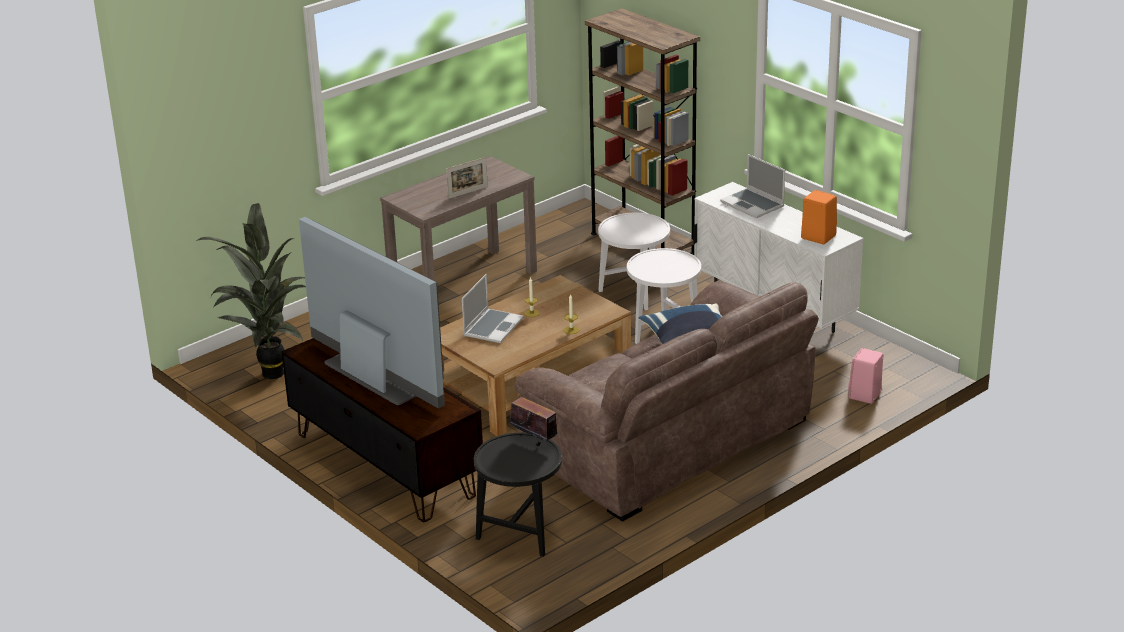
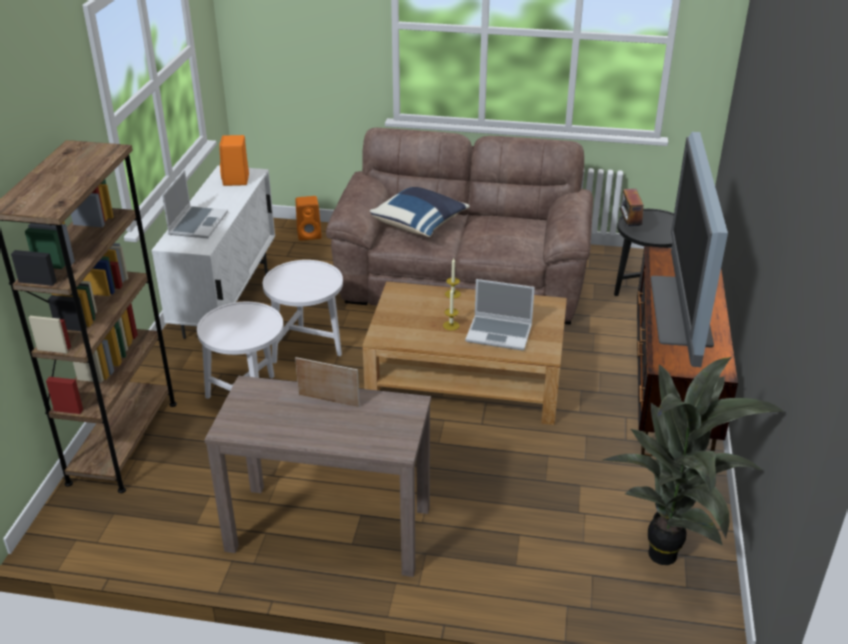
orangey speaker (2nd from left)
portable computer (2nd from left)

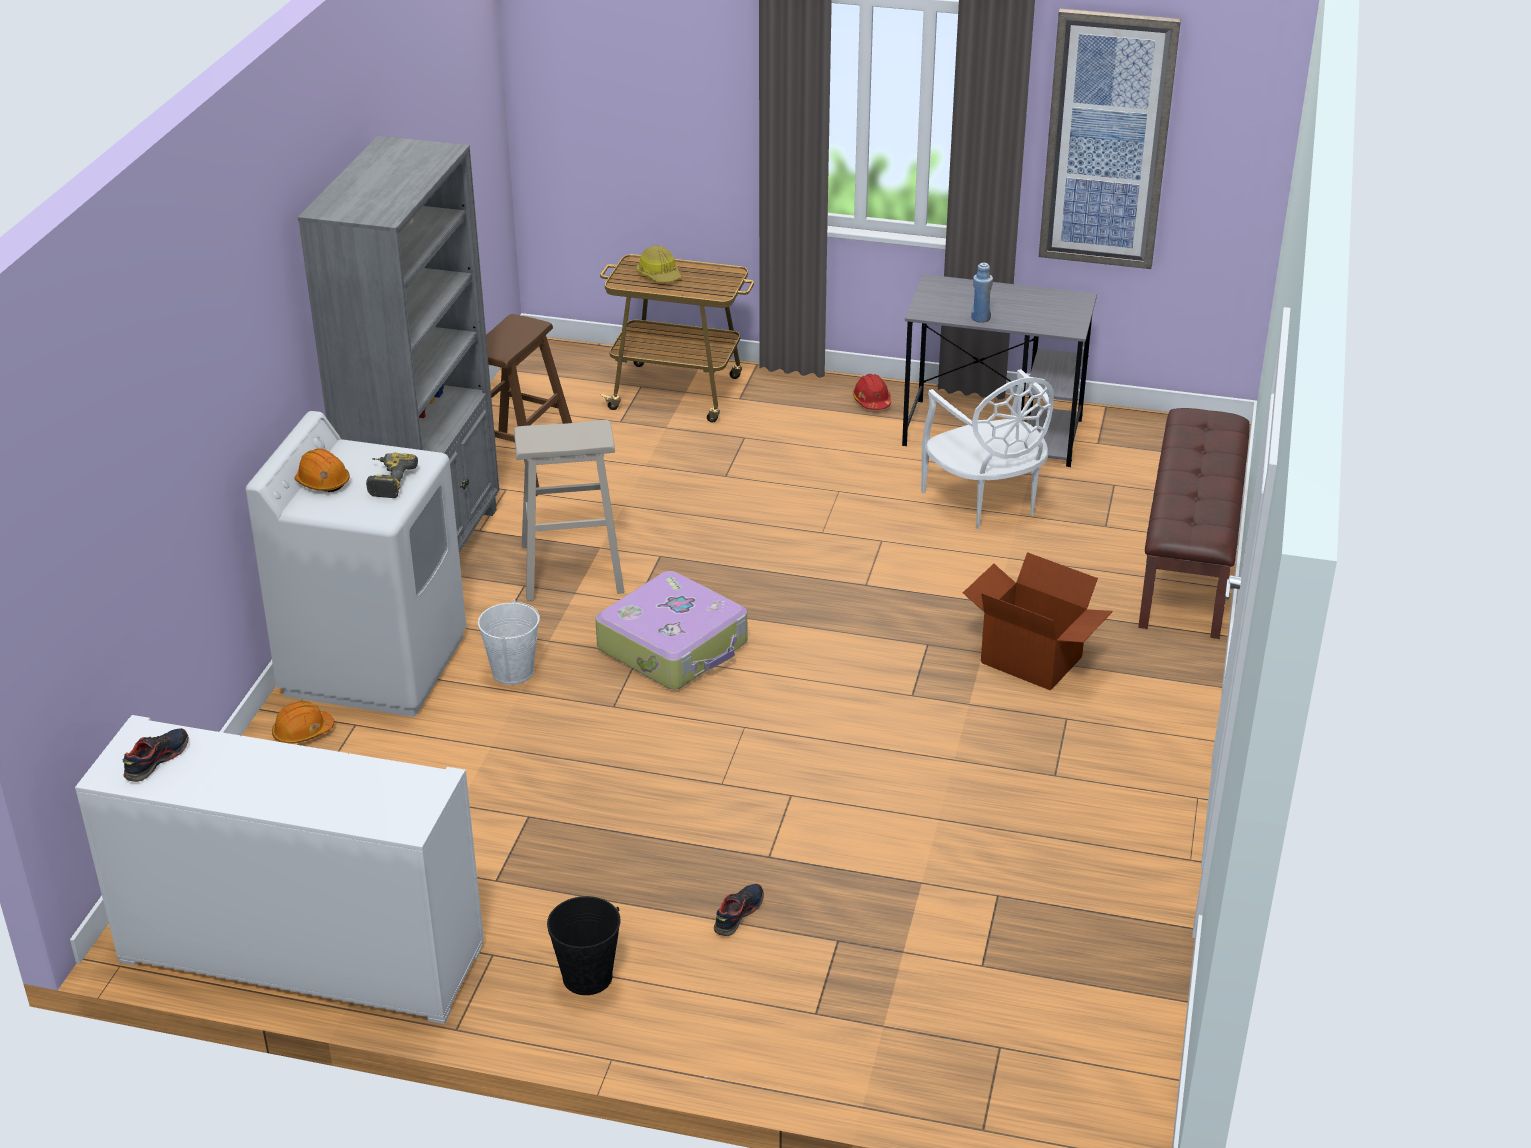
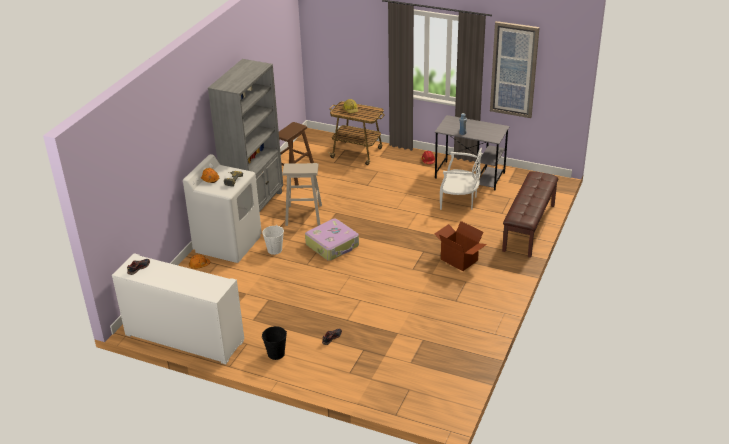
white-coloured upright chair

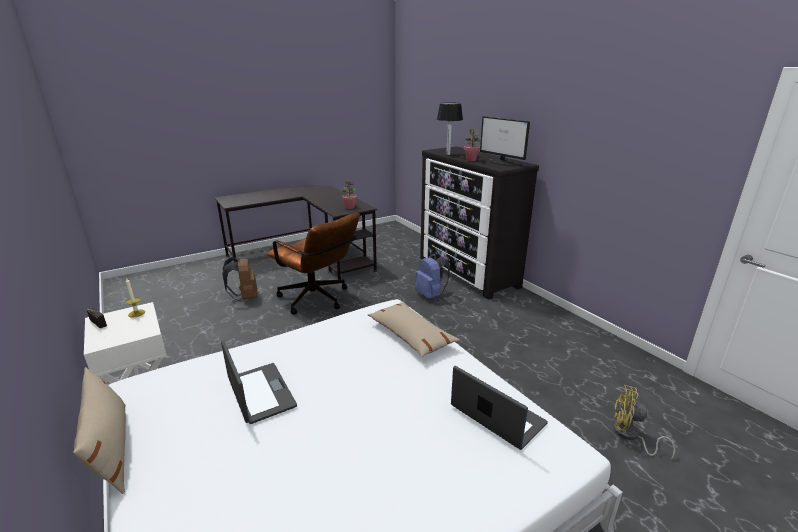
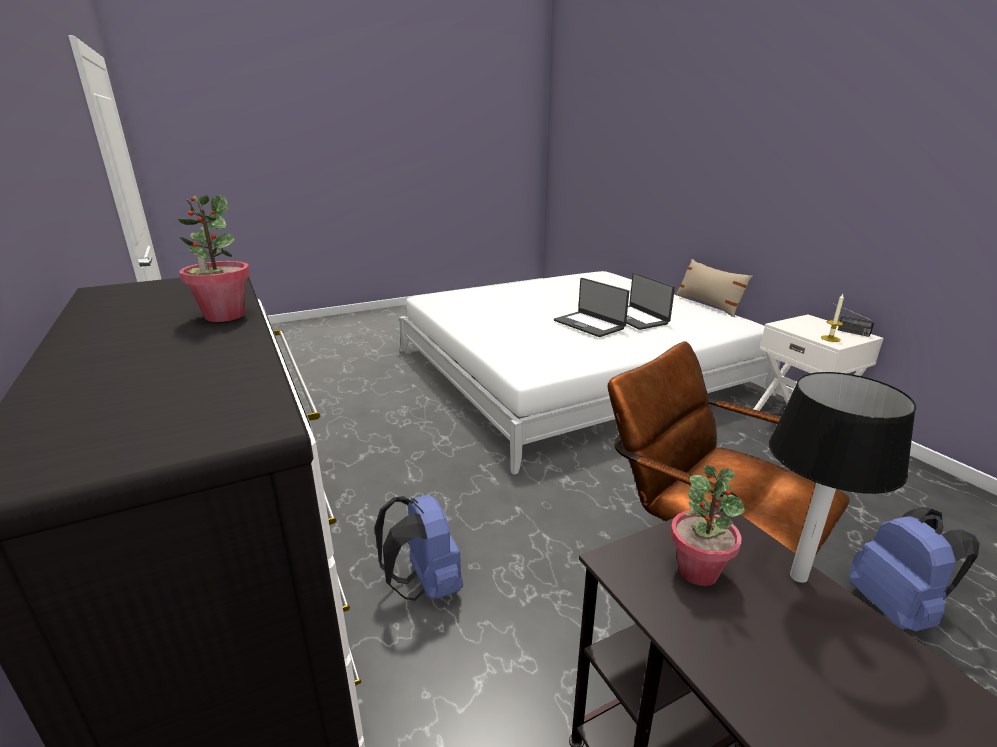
portable computer (1st from left)
lamp for a table
blue-coloured knapsack (2nd from left)
beige-coloured pillow (2nd from left in the first image)
monitor
yellowish fan

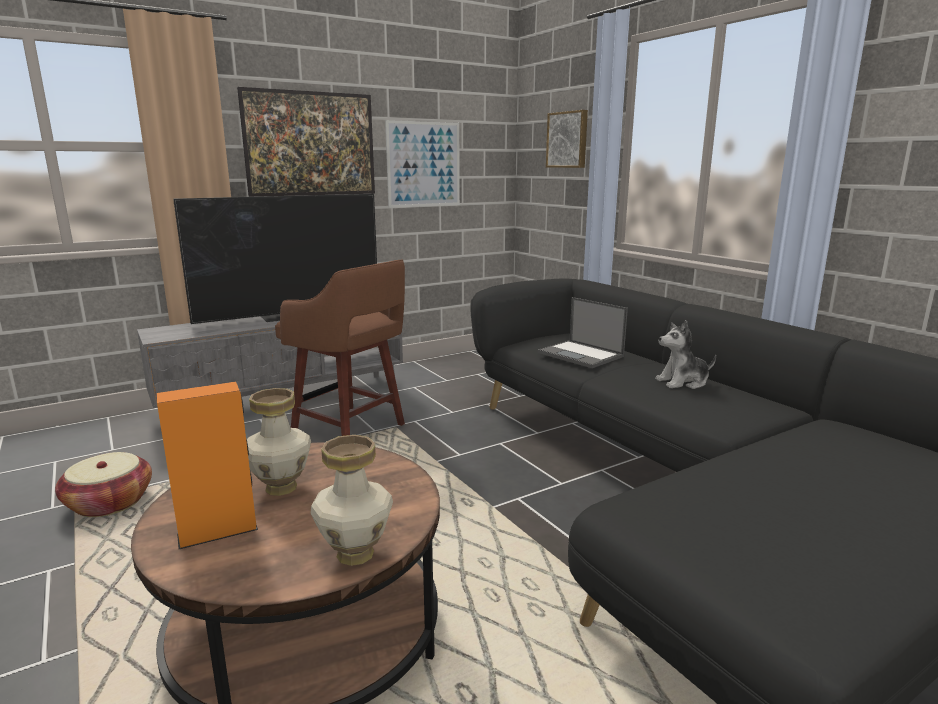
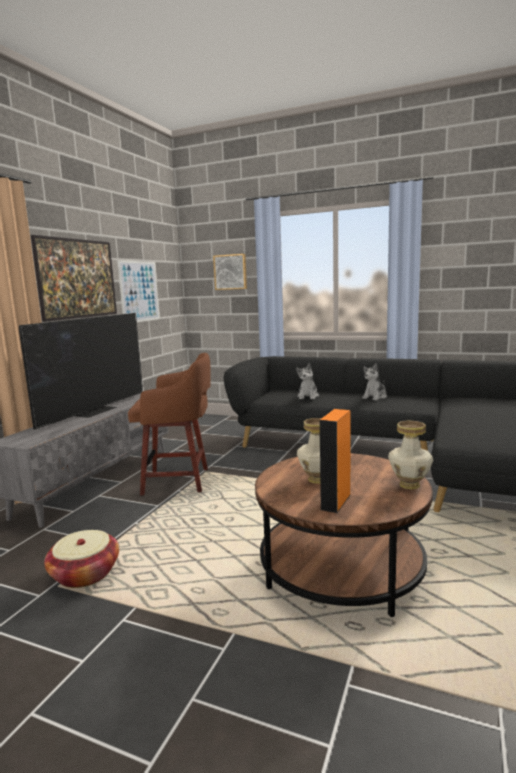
soft toy (1st from left)

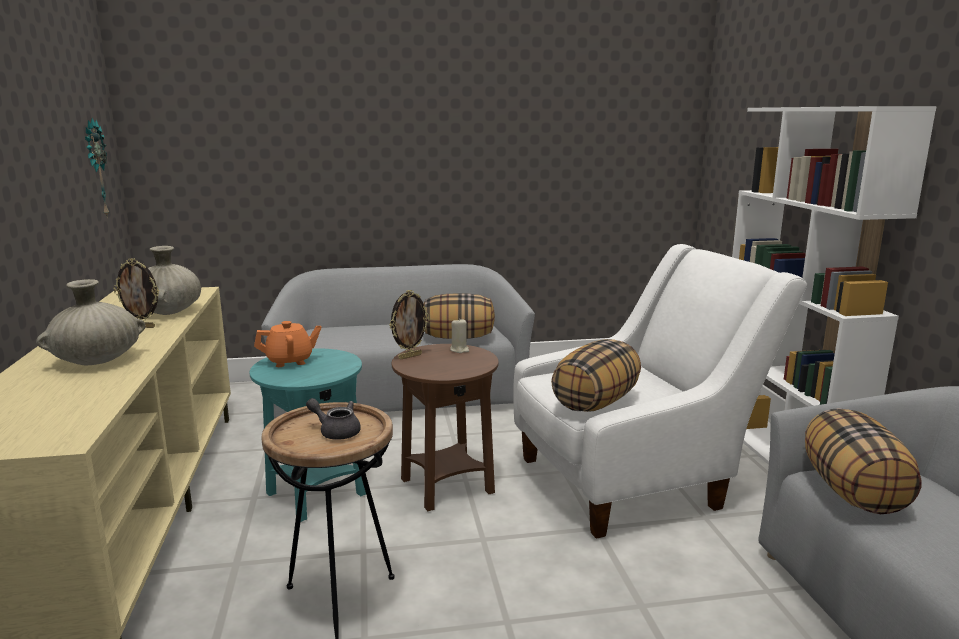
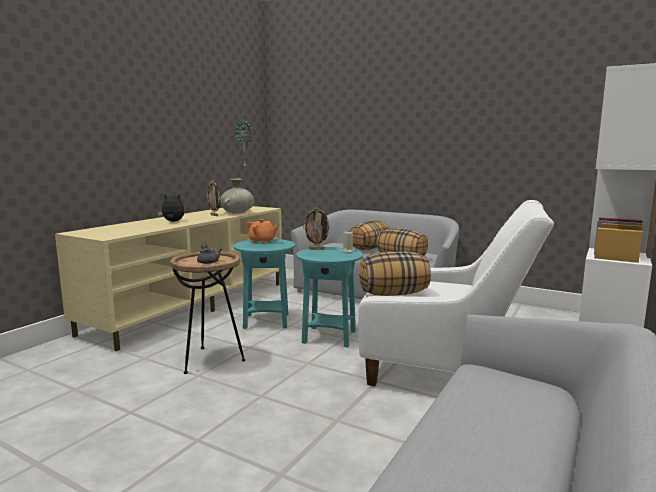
soft toy
blue-green end table (2nd from left)
pillow (1st from left)

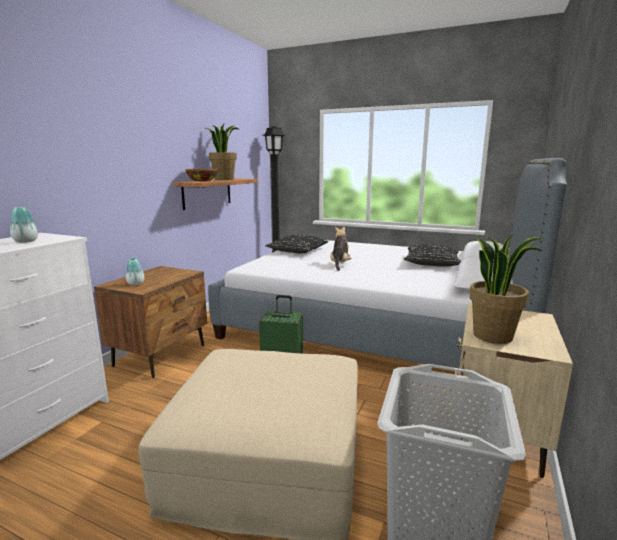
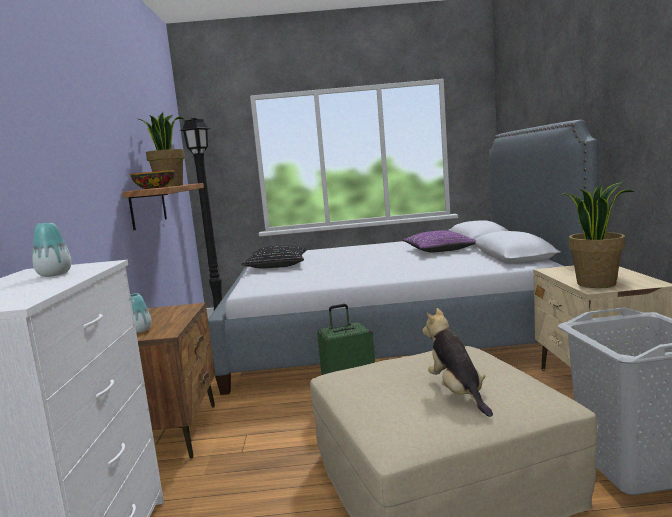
purple-coloured pillow
soft toy

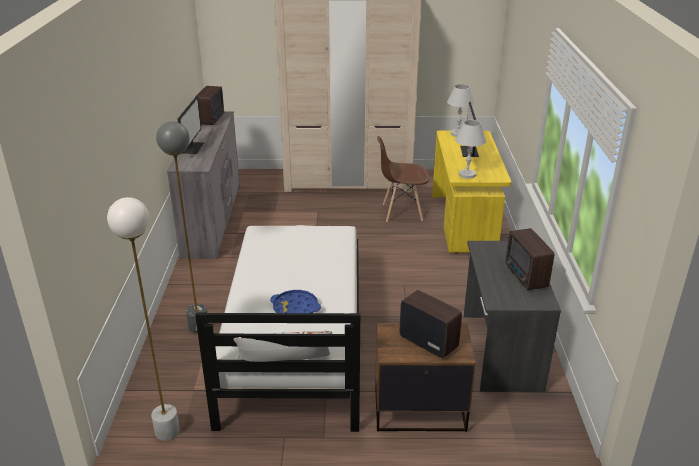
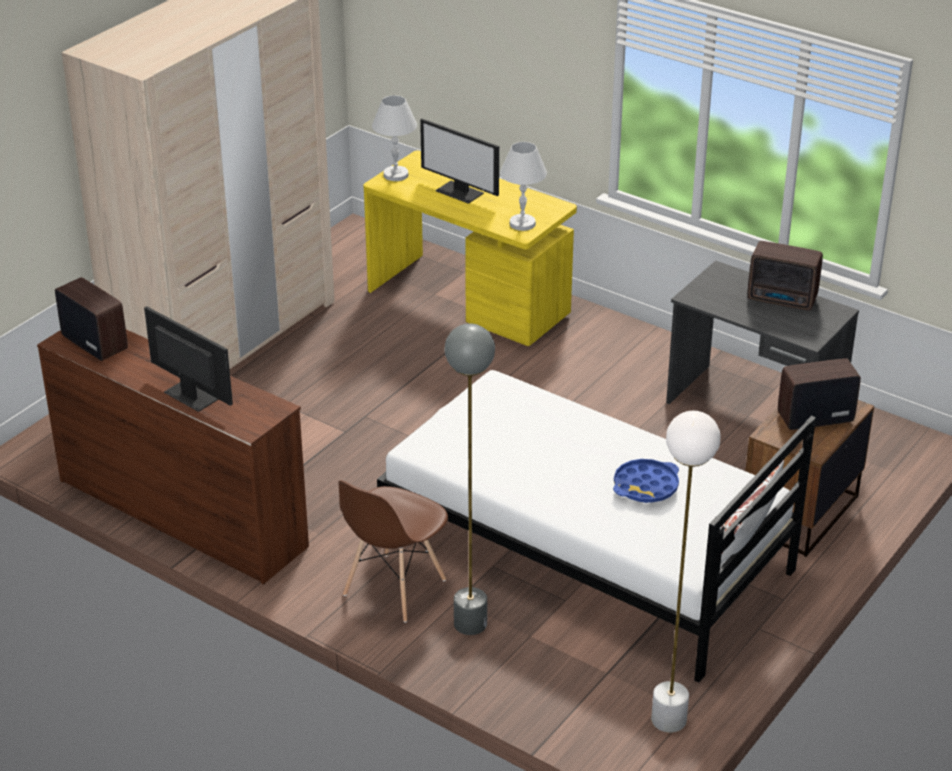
brown-coloured chest of drawers
brown-coloured upright chair

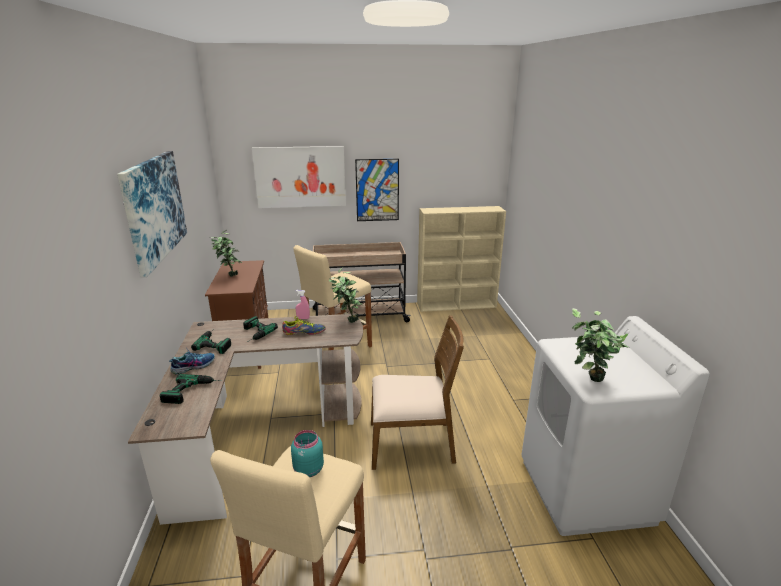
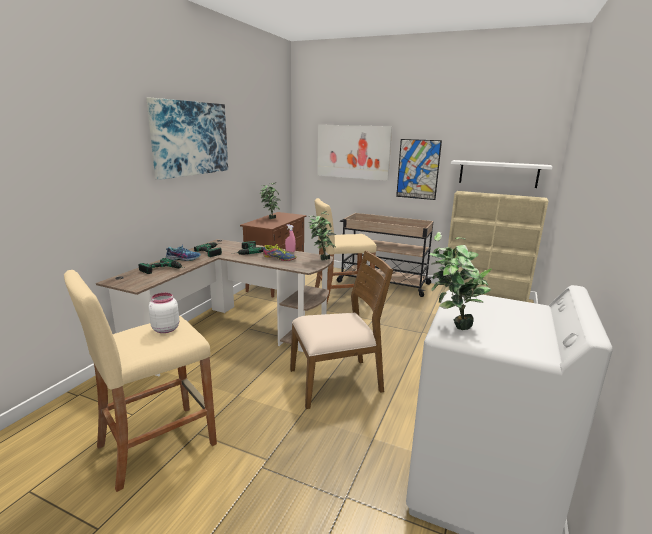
white-coloured preserve jar
brown-coloured upright chair
white-coloured wall shelf

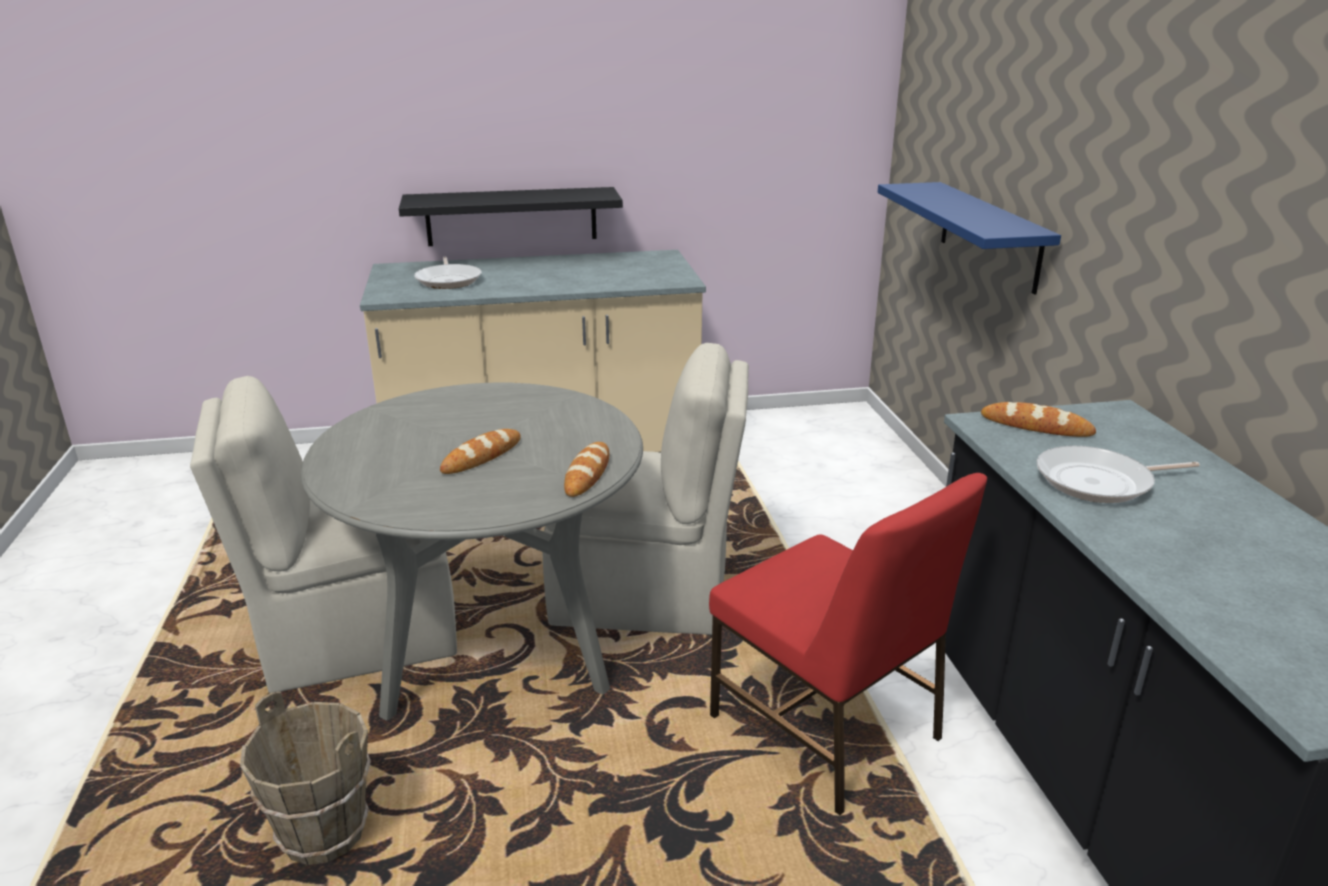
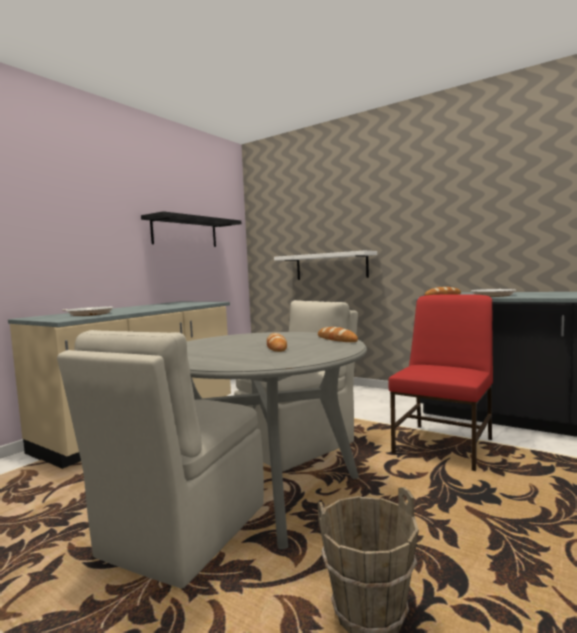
blackish wall shelf
white-coloured wall shelf
red-coloured upright chair

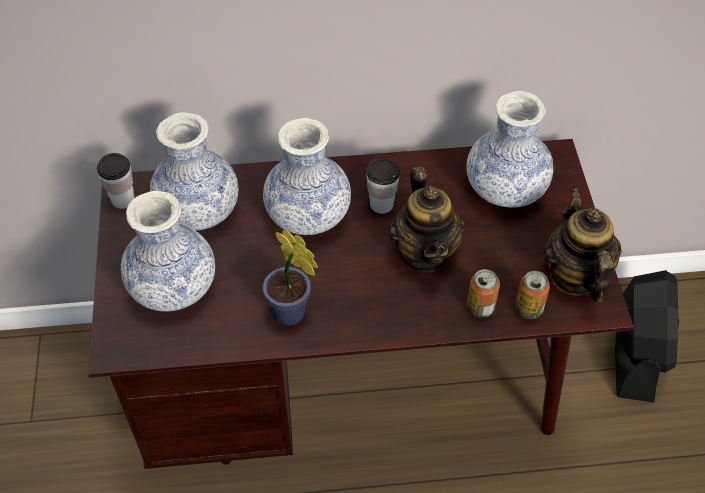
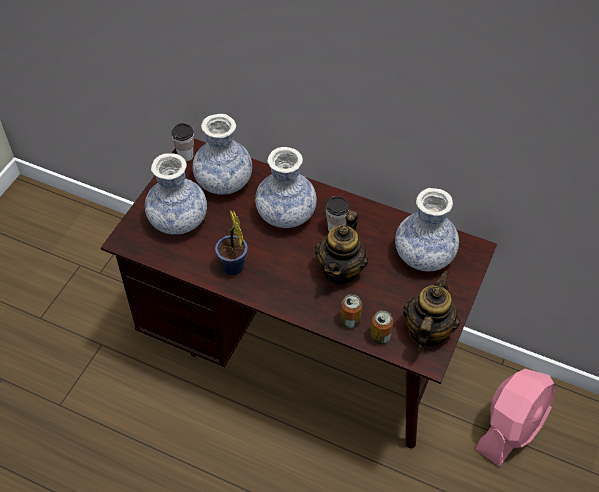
pink-coloured fan

